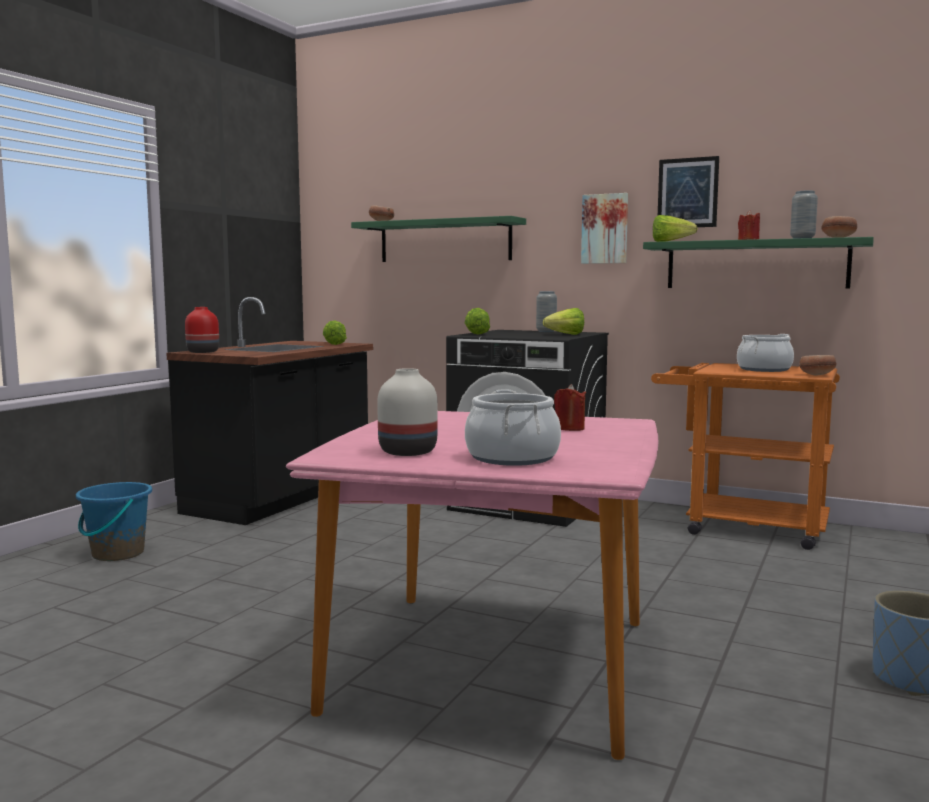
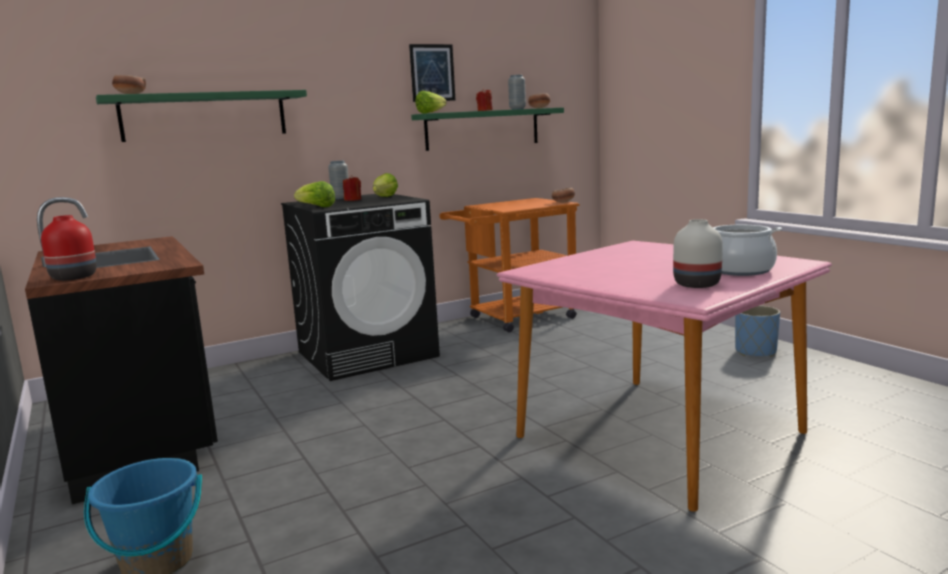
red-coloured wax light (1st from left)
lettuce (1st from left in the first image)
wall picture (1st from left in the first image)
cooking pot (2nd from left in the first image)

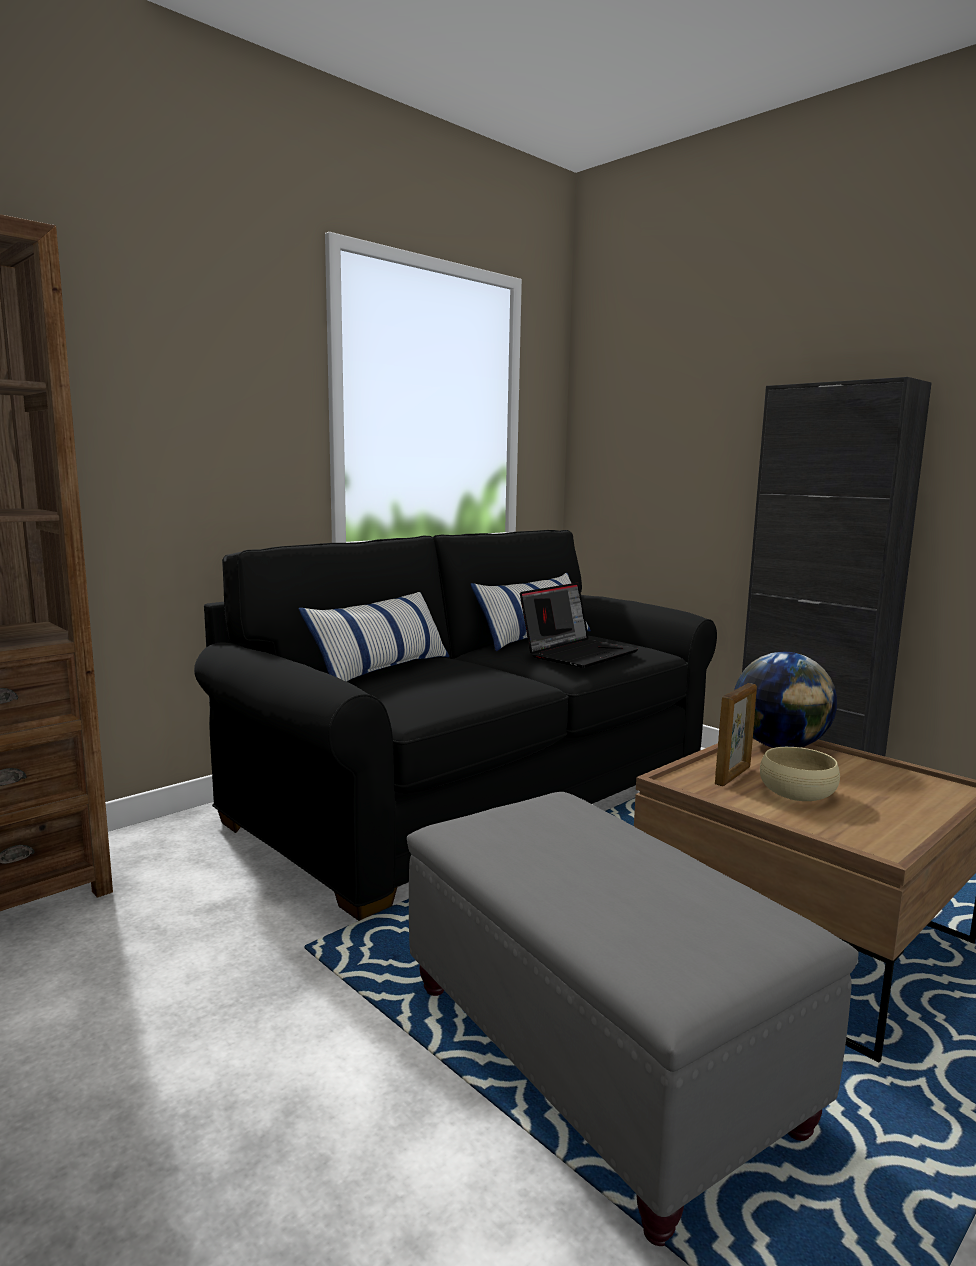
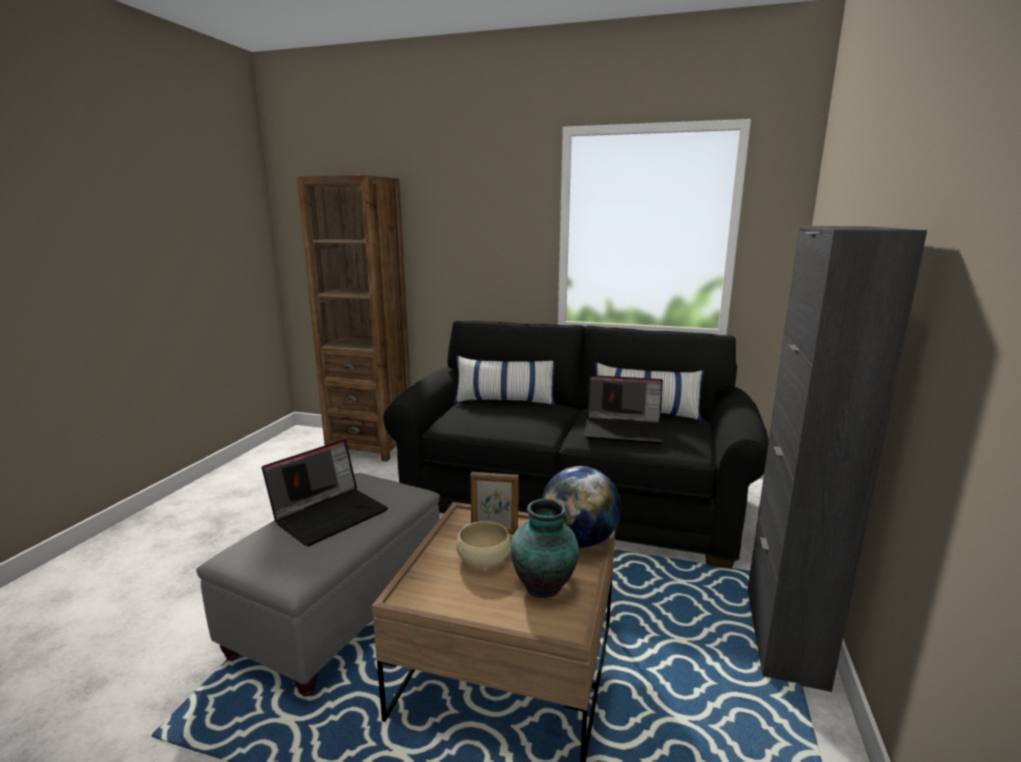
portable computer (1st from left)
vase

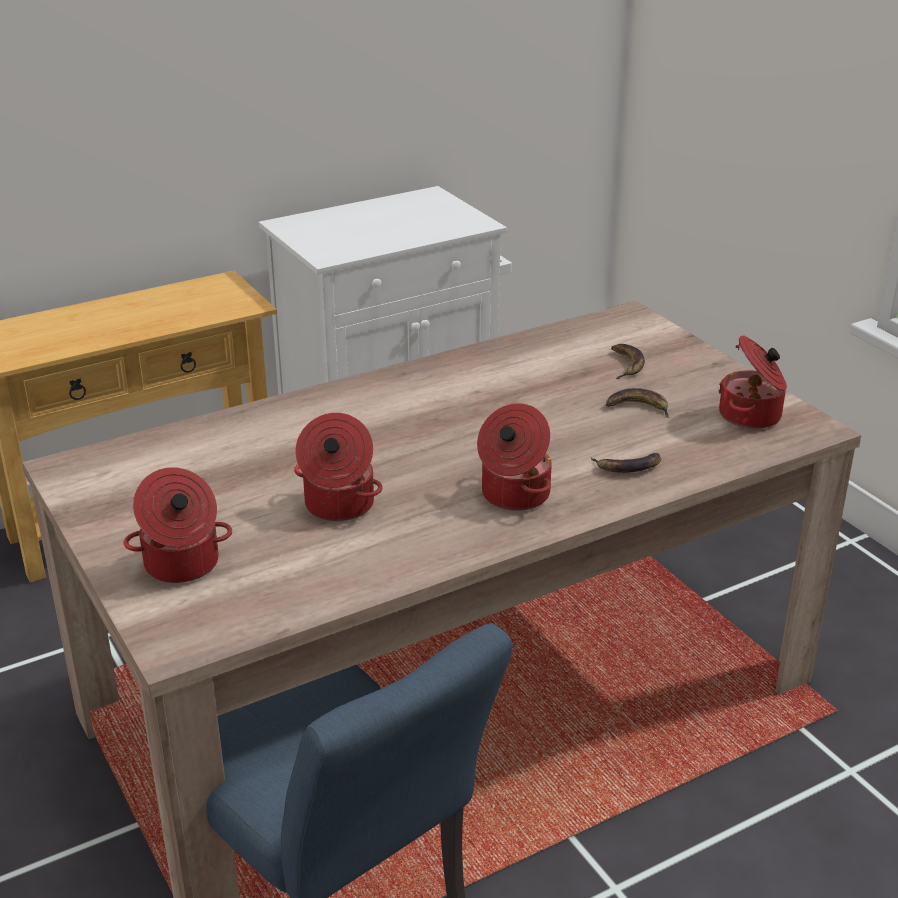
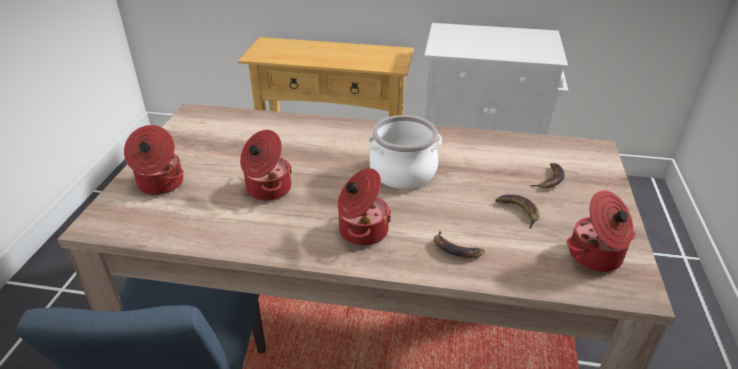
cooking pot (4th from left)

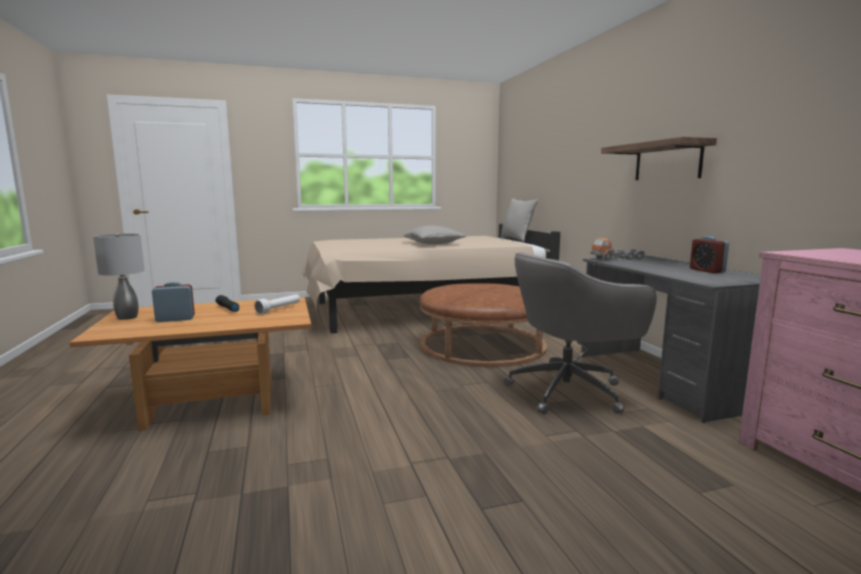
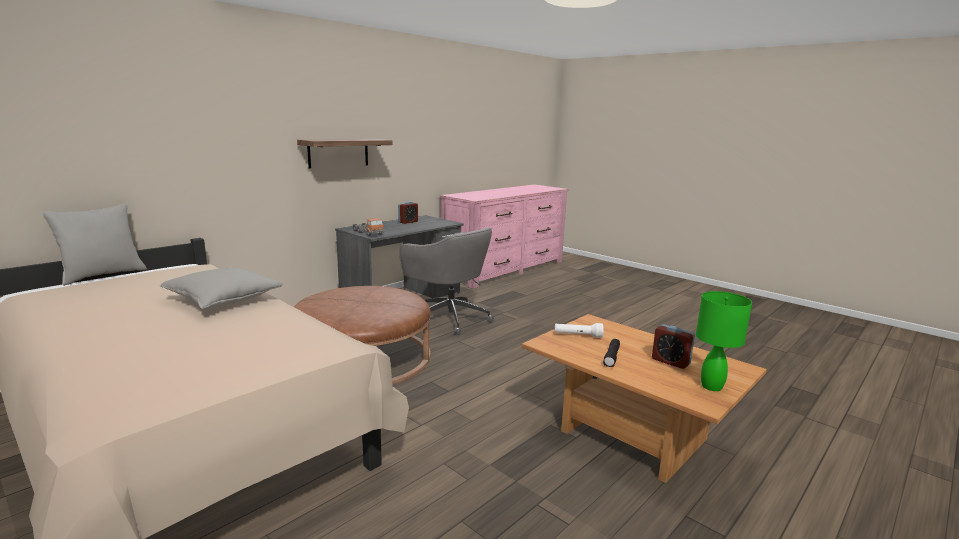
green-coloured lamp for a table

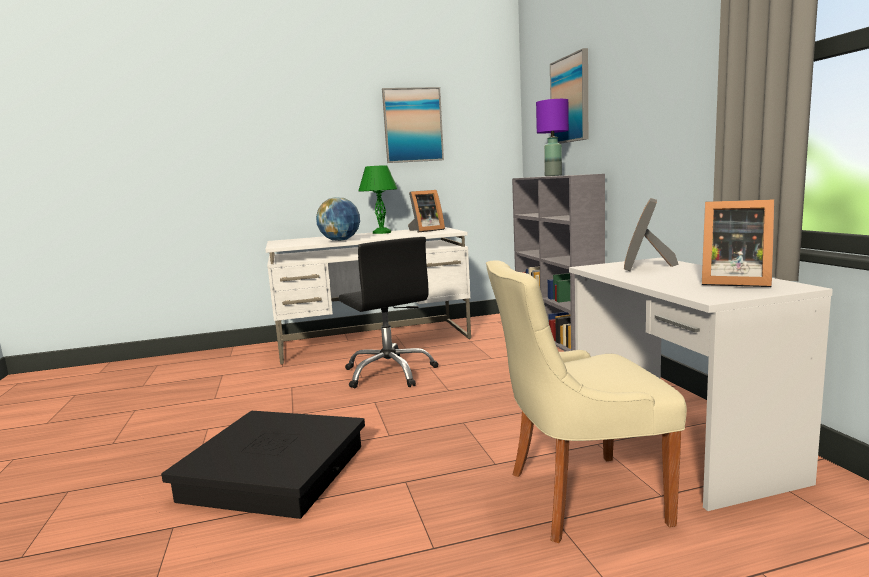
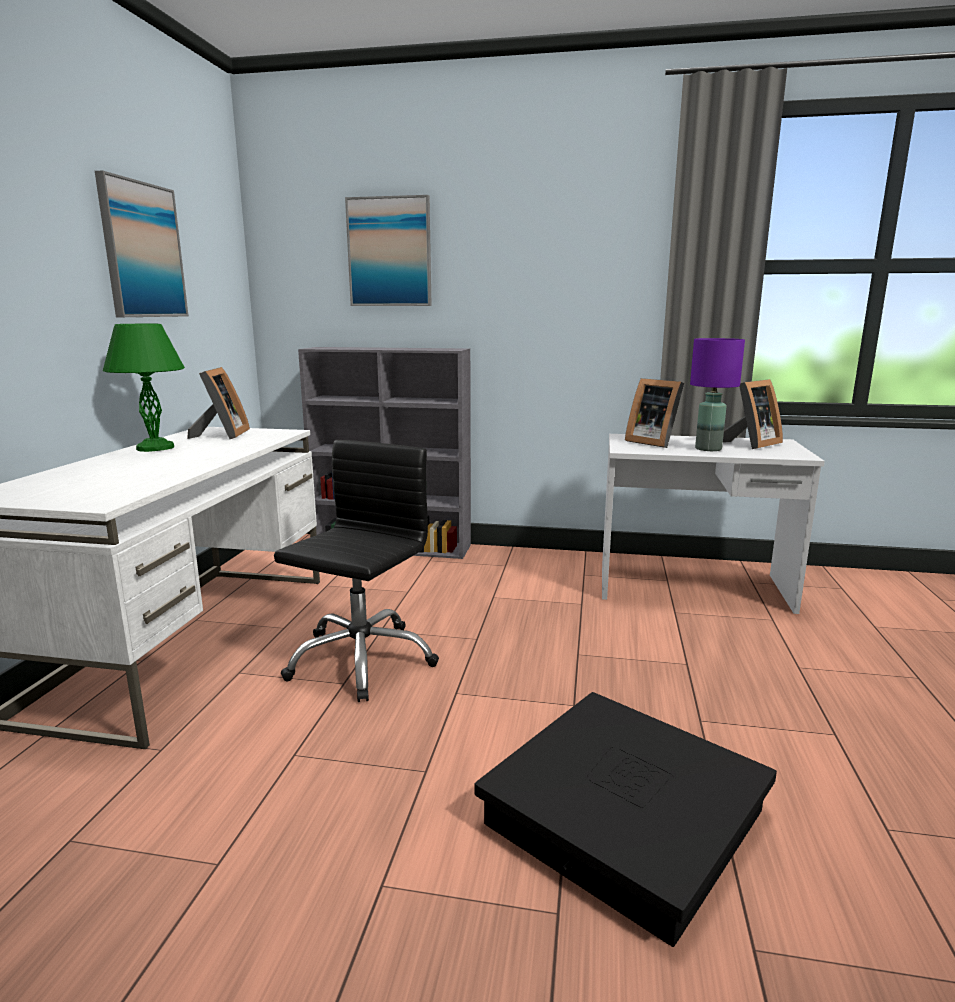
blackish desk chair
purple-coloured lamp for a table
globe
beige-coloured upright chair

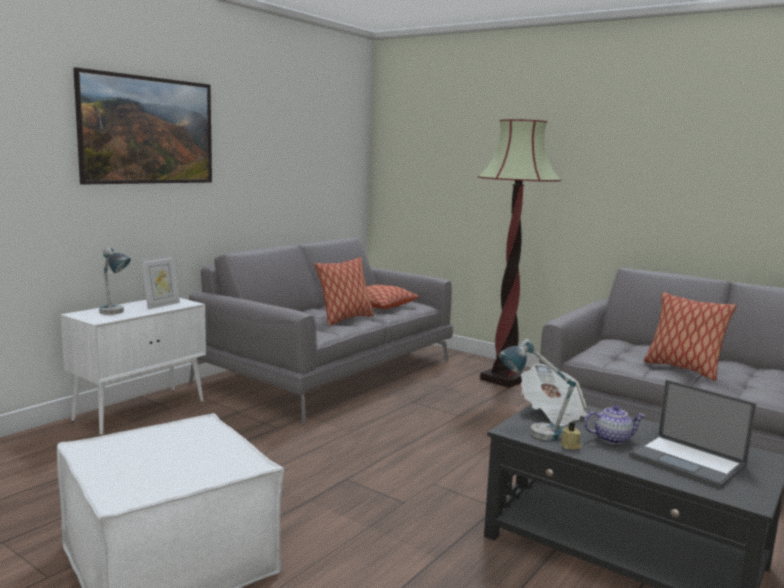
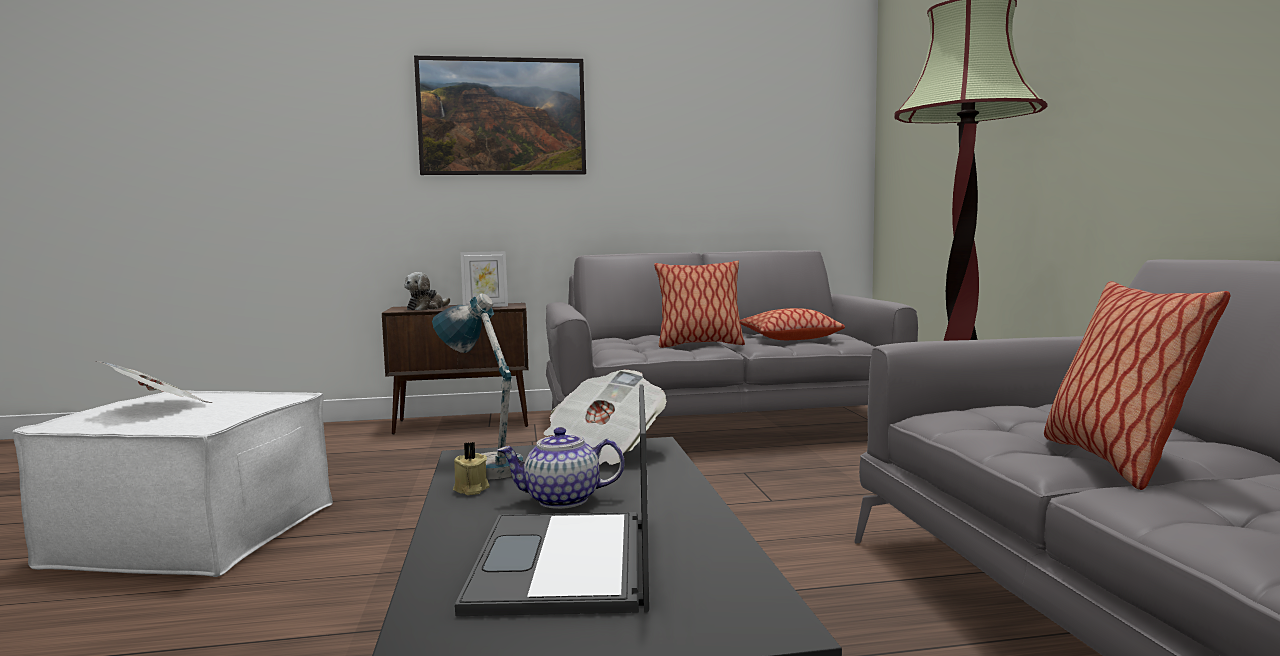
newspaper (1st from left)
brown-coloured storage cabinet
soft toy
tea pot

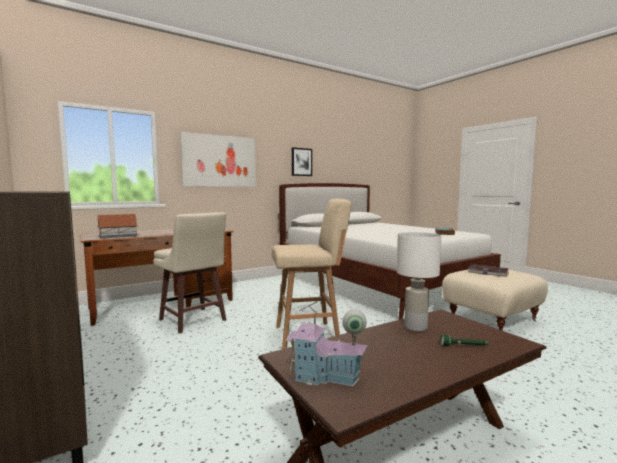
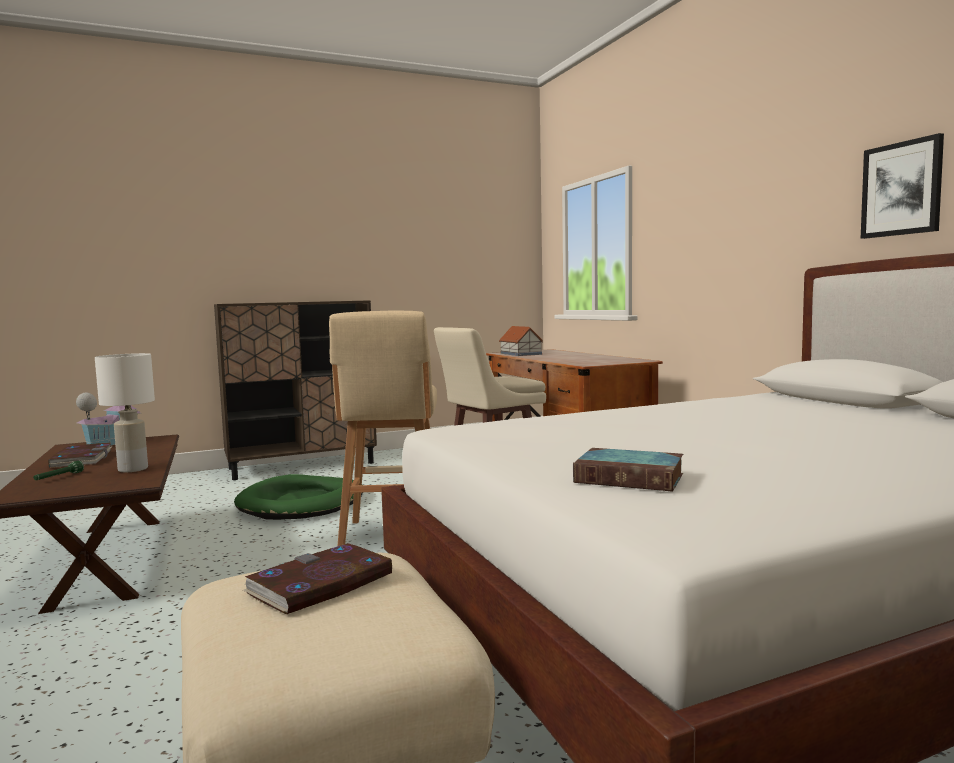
bound book (1st from left)
green-coloured dog bed
wall picture (1st from left in the first image)

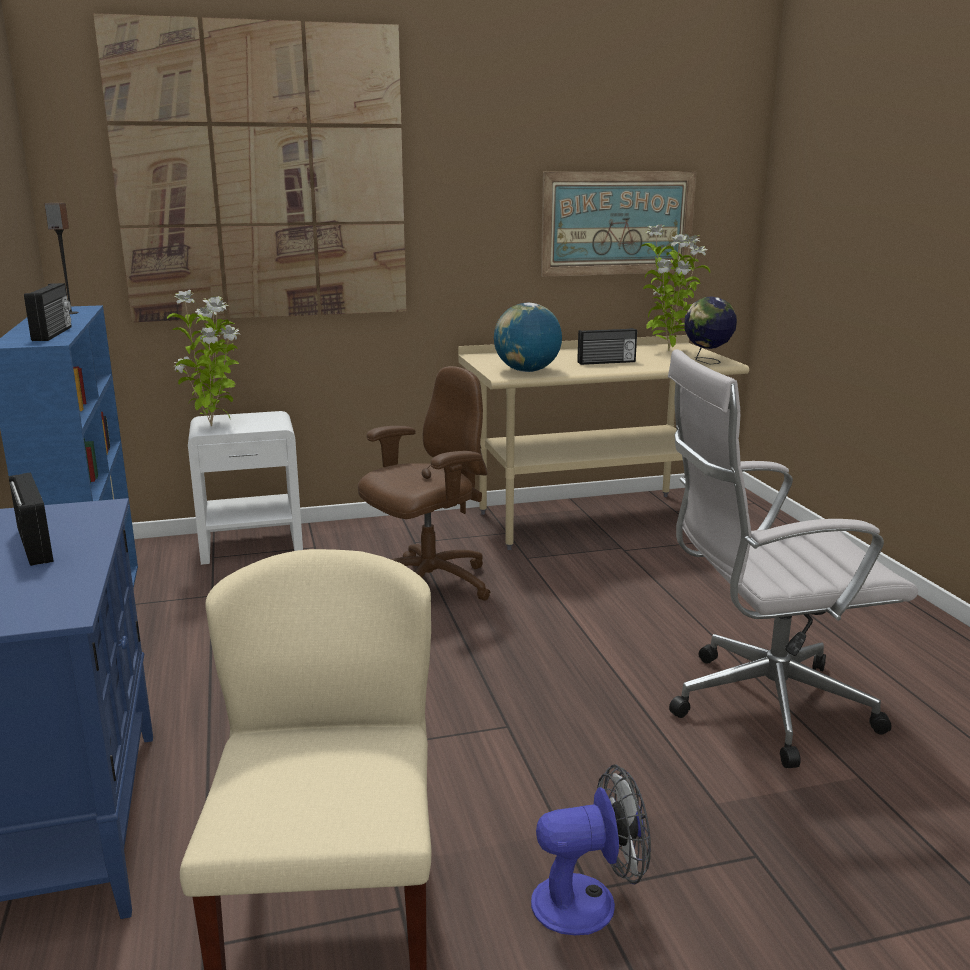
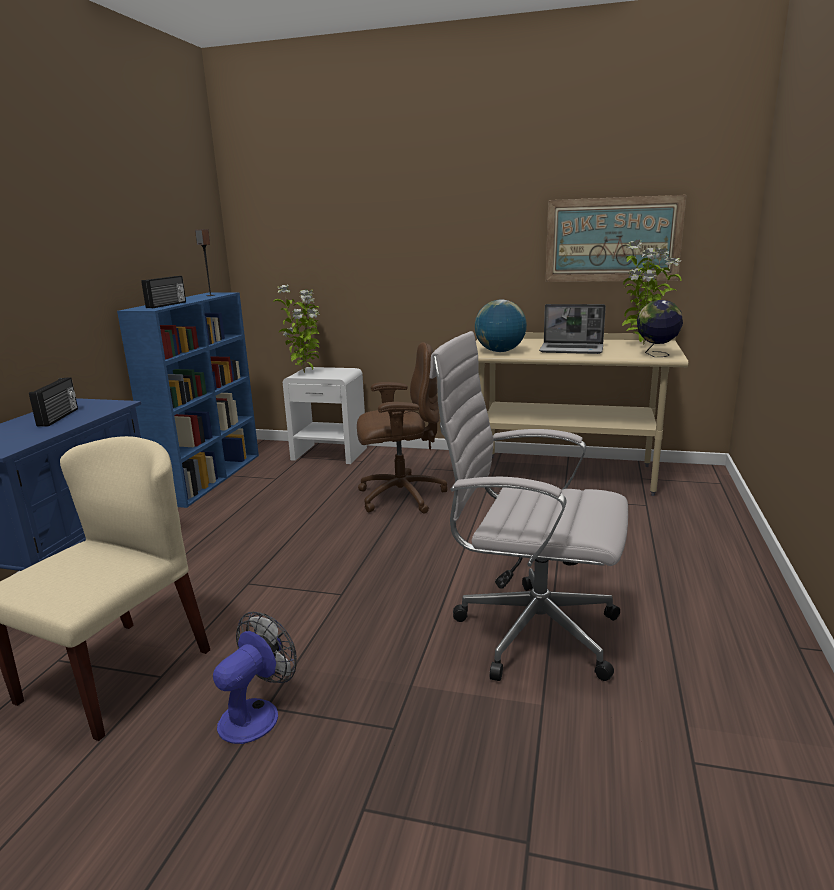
fan
portable computer
wall picture (1st from left in the first image)

